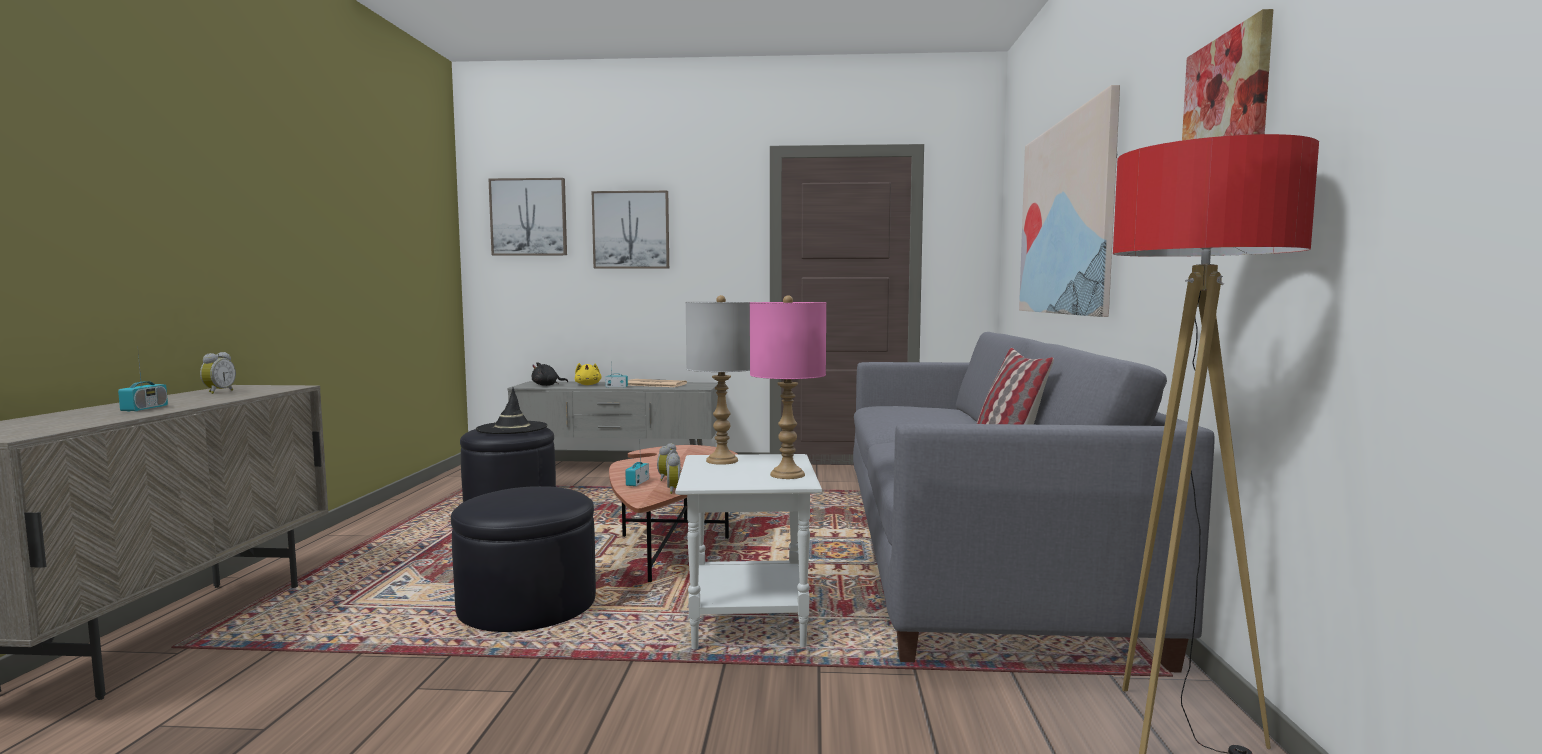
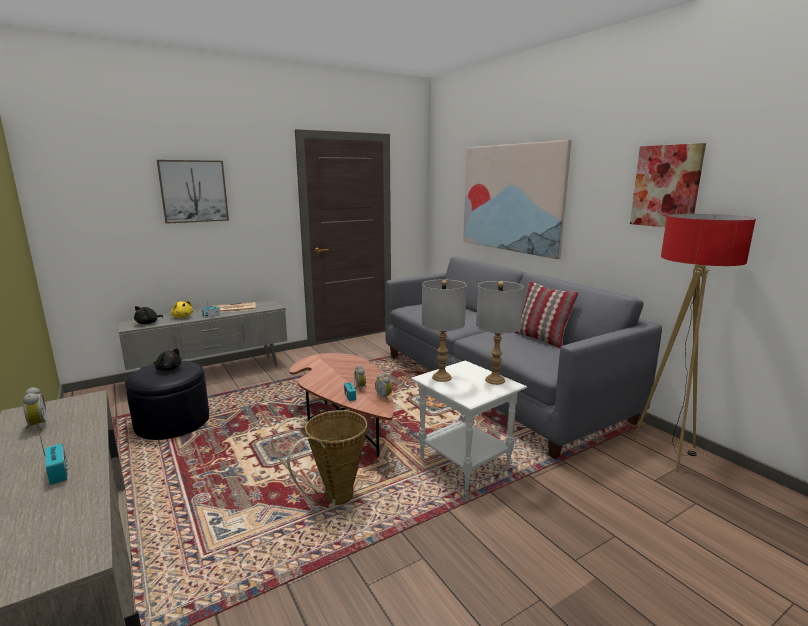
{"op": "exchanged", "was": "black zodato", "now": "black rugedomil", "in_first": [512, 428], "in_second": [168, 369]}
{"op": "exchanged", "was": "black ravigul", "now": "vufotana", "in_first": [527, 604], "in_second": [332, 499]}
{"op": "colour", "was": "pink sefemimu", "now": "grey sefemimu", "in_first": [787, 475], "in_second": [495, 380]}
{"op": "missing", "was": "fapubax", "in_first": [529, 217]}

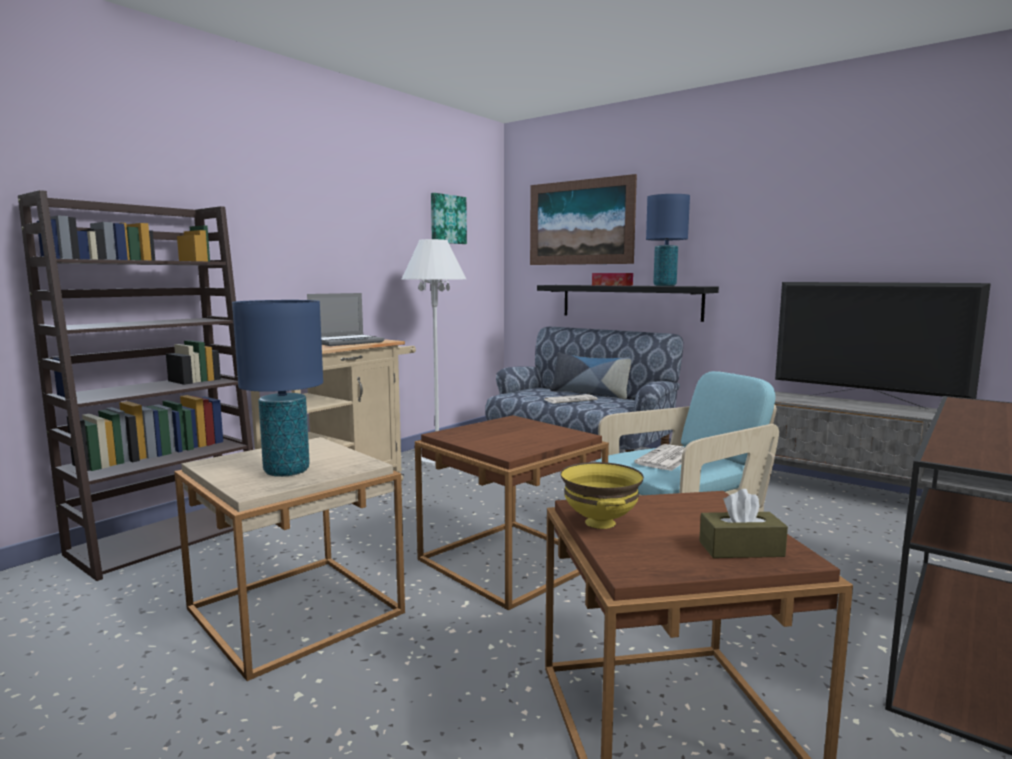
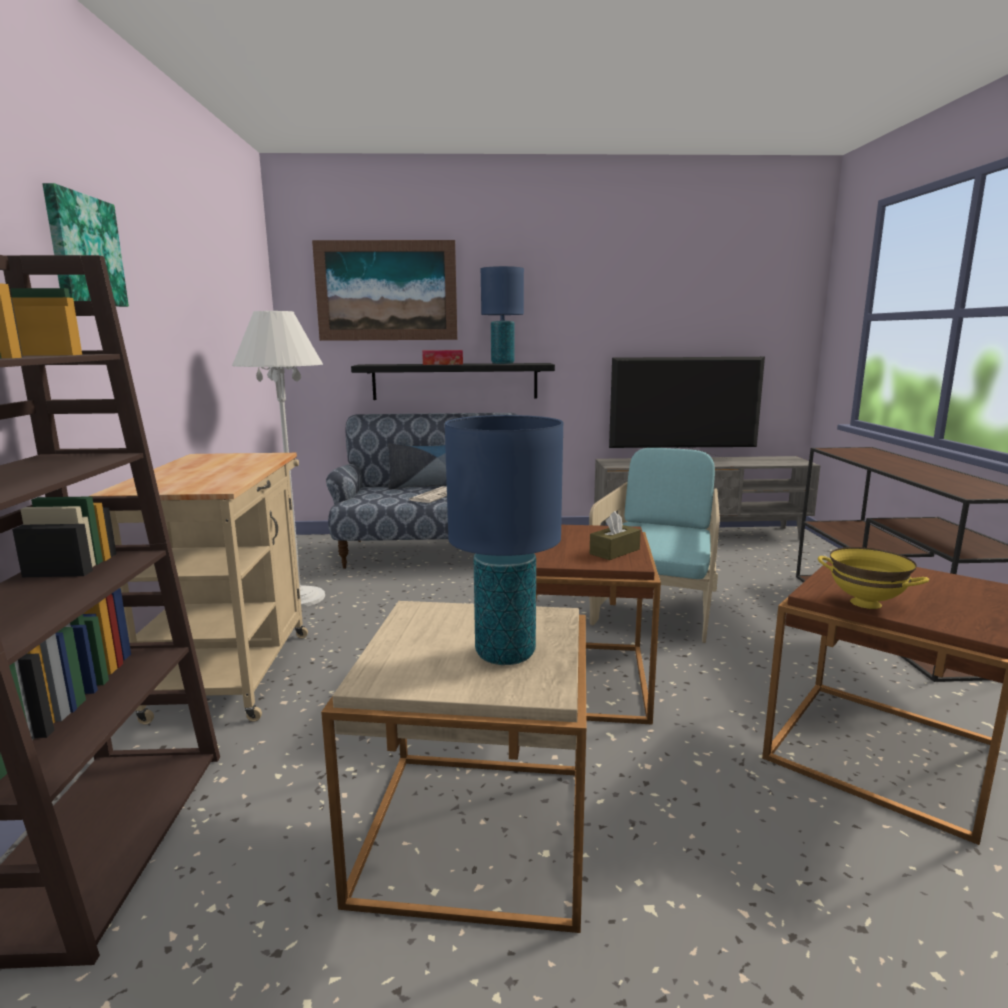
{"op": "relocated", "was": "fapubax", "in_first": [447, 219], "in_second": [83, 250]}
{"op": "relocated", "was": "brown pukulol", "in_first": [741, 549], "in_second": [614, 551]}
{"op": "missing", "was": "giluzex", "in_first": [347, 342]}
{"op": "missing", "was": "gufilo", "in_first": [666, 459]}

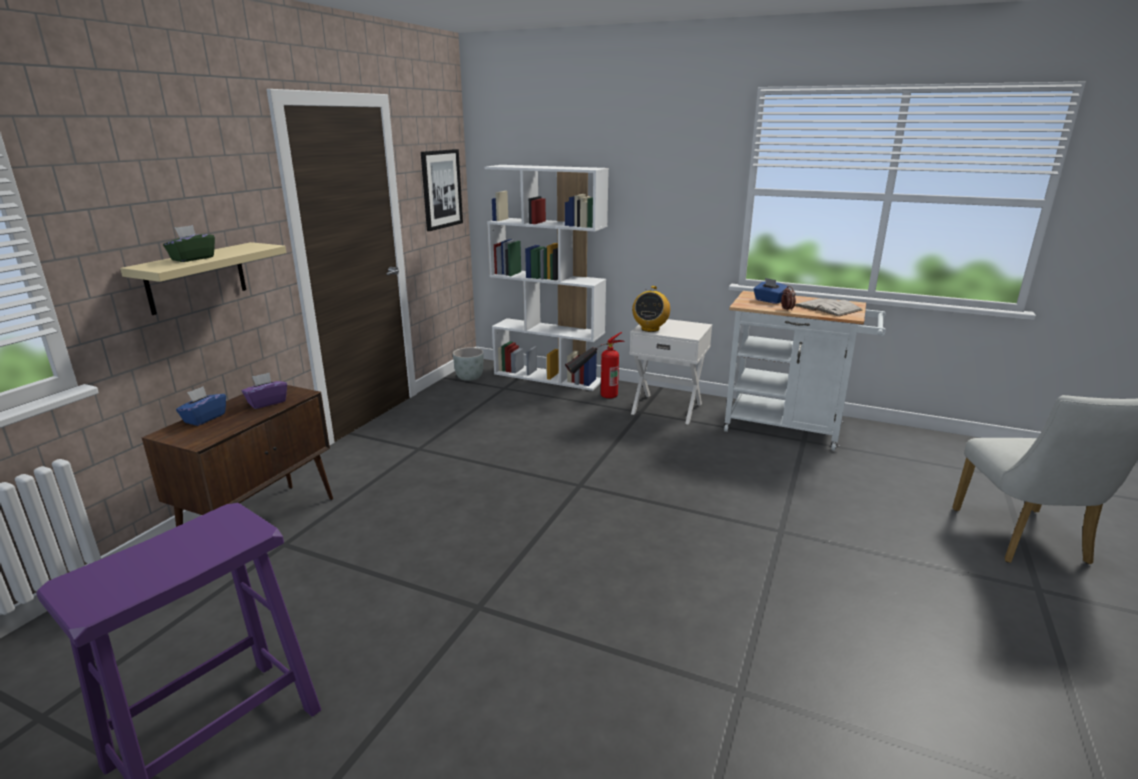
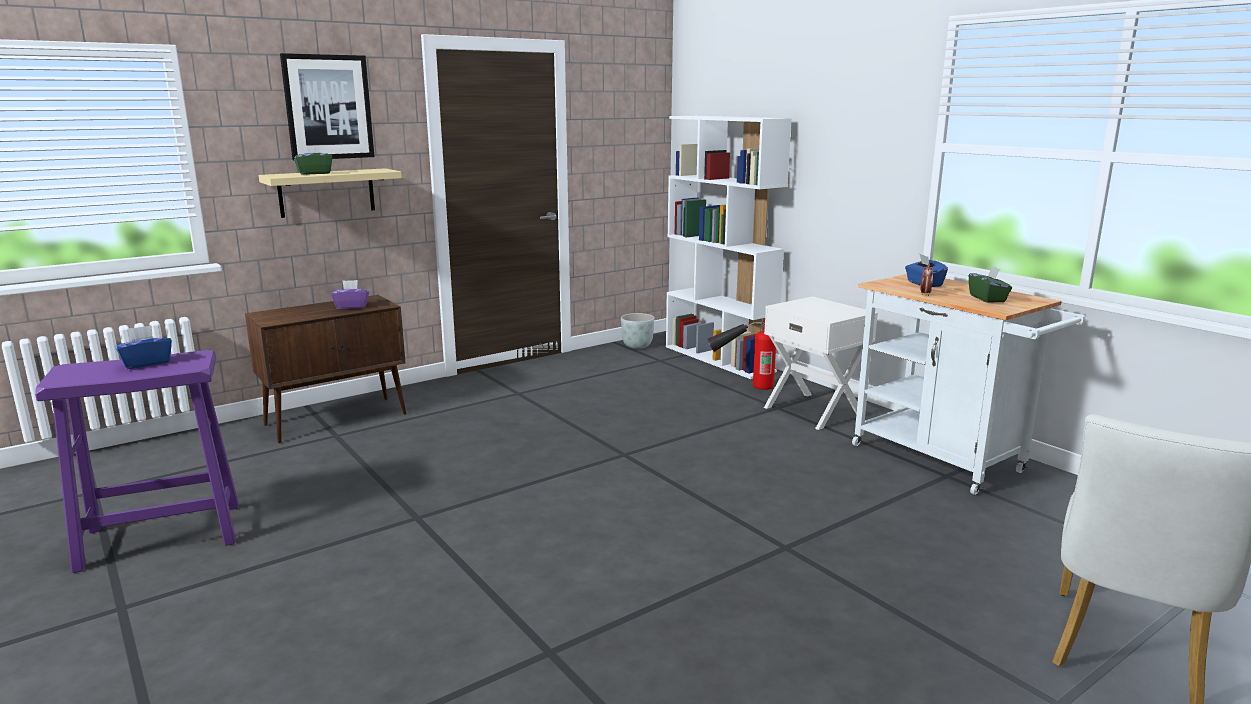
{"op": "relocated", "was": "blue pukulol", "in_first": [204, 418], "in_second": [146, 363]}
{"op": "relocated", "was": "fapubax", "in_first": [441, 189], "in_second": [328, 107]}
{"op": "exchanged", "was": "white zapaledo", "now": "green pukulol", "in_first": [827, 308], "in_second": [987, 299]}
{"op": "missing", "was": "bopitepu", "in_first": [650, 329]}

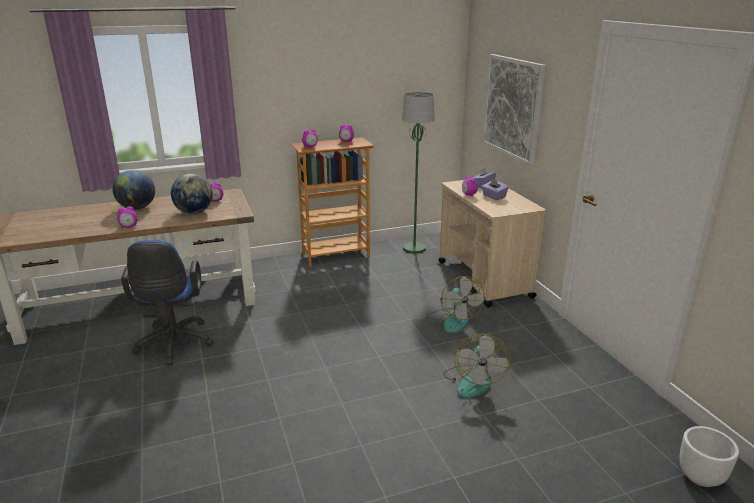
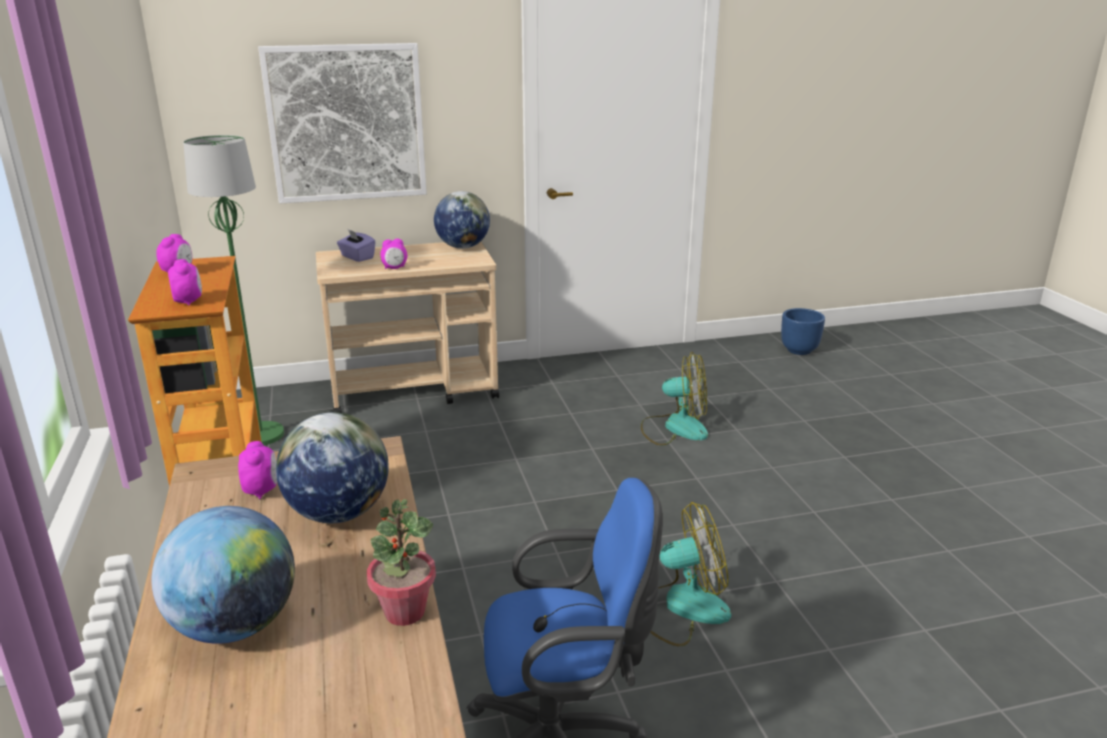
{"op": "exchanged", "was": "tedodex", "now": "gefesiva", "in_first": [129, 227], "in_second": [404, 612]}
{"op": "appeared", "now": "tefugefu", "in_second": [463, 247]}
{"op": "relocated", "was": "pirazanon", "in_first": [452, 320], "in_second": [681, 607]}
{"op": "colour", "was": "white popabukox", "now": "blue popabukox", "in_first": [701, 477], "in_second": [799, 350]}
{"op": "missing", "was": "purple pukulol", "in_first": [493, 196]}

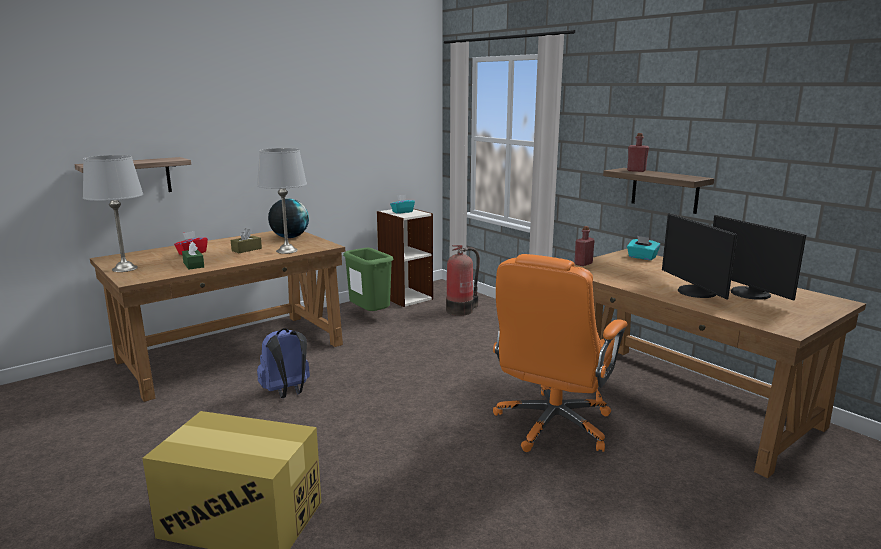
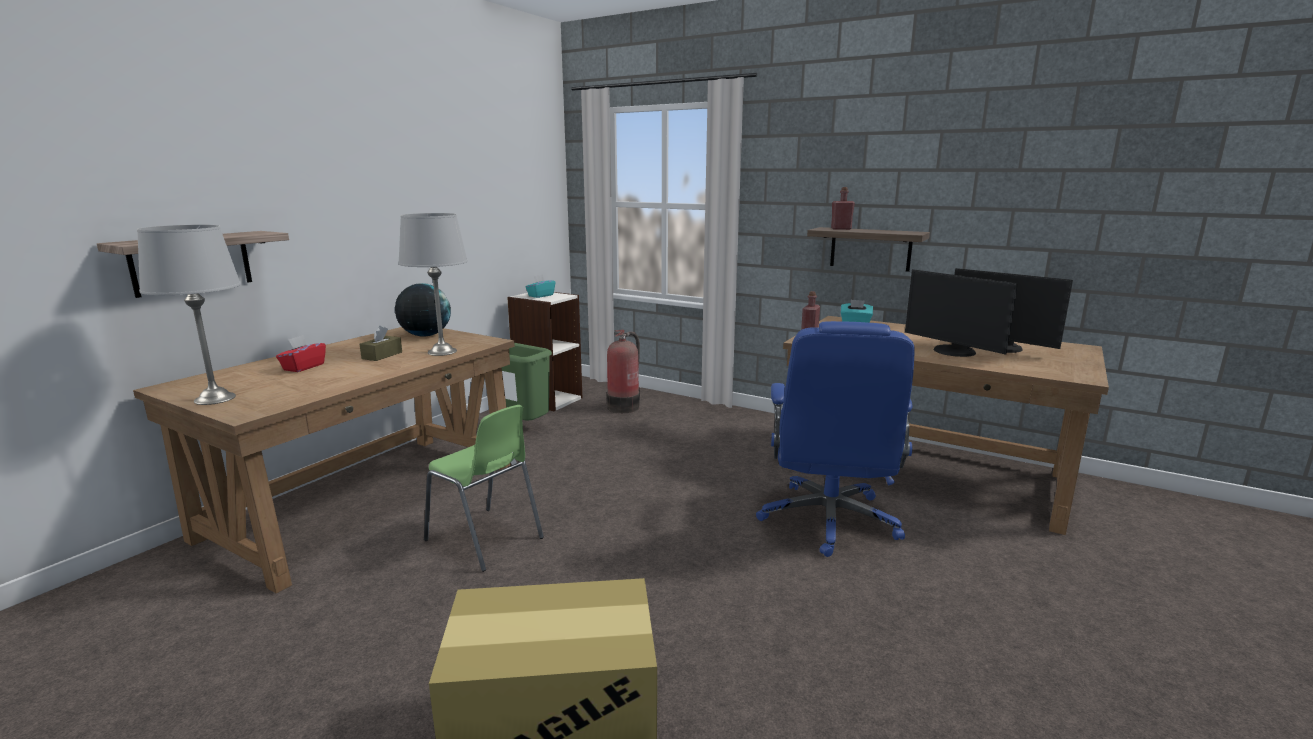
{"op": "exchanged", "was": "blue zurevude", "now": "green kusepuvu", "in_first": [287, 392], "in_second": [485, 539]}
{"op": "colour", "was": "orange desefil", "now": "blue desefil", "in_first": [552, 425], "in_second": [829, 521]}
{"op": "missing", "was": "green pukulol", "in_first": [193, 265]}

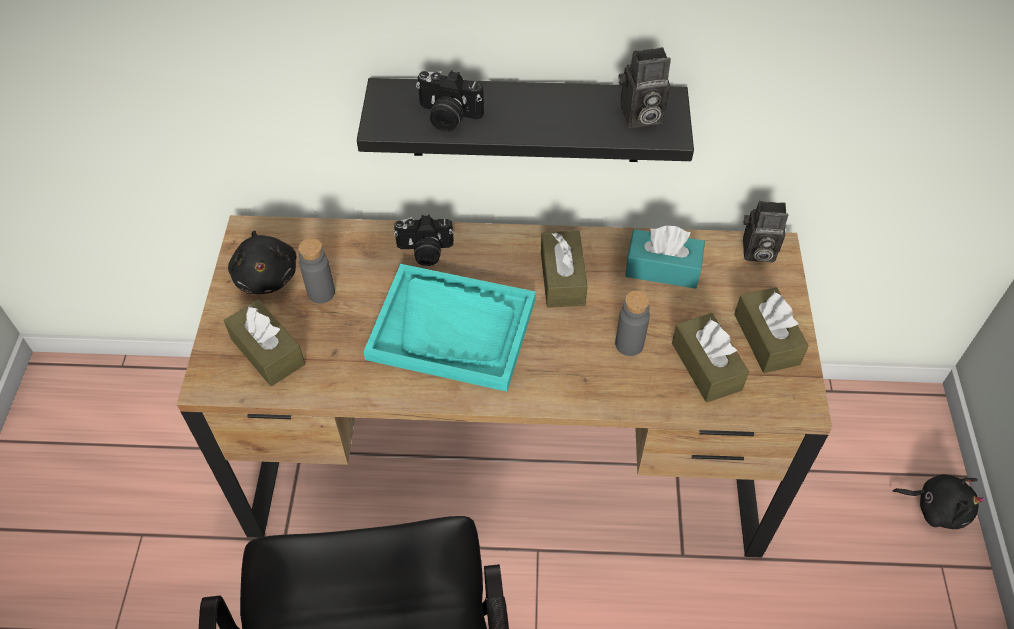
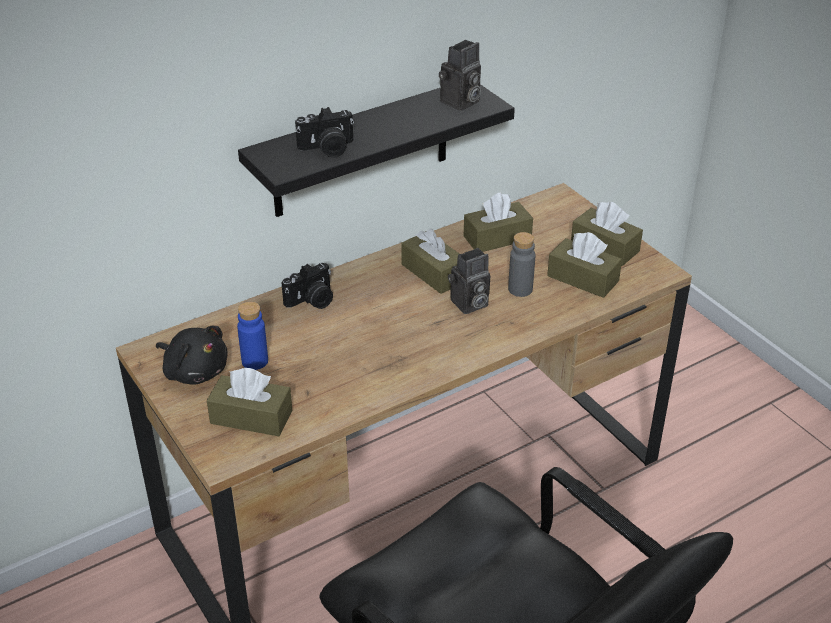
{"op": "colour", "was": "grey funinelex", "now": "blue funinelex", "in_first": [321, 292], "in_second": [255, 361]}
{"op": "relocated", "was": "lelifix", "in_first": [756, 252], "in_second": [469, 304]}
{"op": "colour", "was": "turquoise pukulol", "now": "brown pukulol", "in_first": [662, 268], "in_second": [497, 238]}
{"op": "missing", "was": "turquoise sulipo", "in_first": [452, 329]}
{"op": "missing", "was": "black rugedomil", "in_first": [936, 508]}

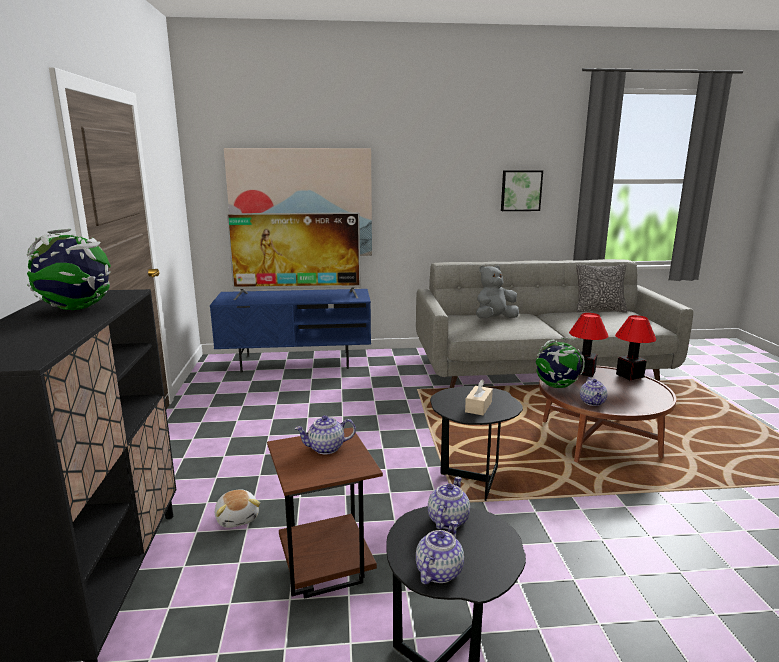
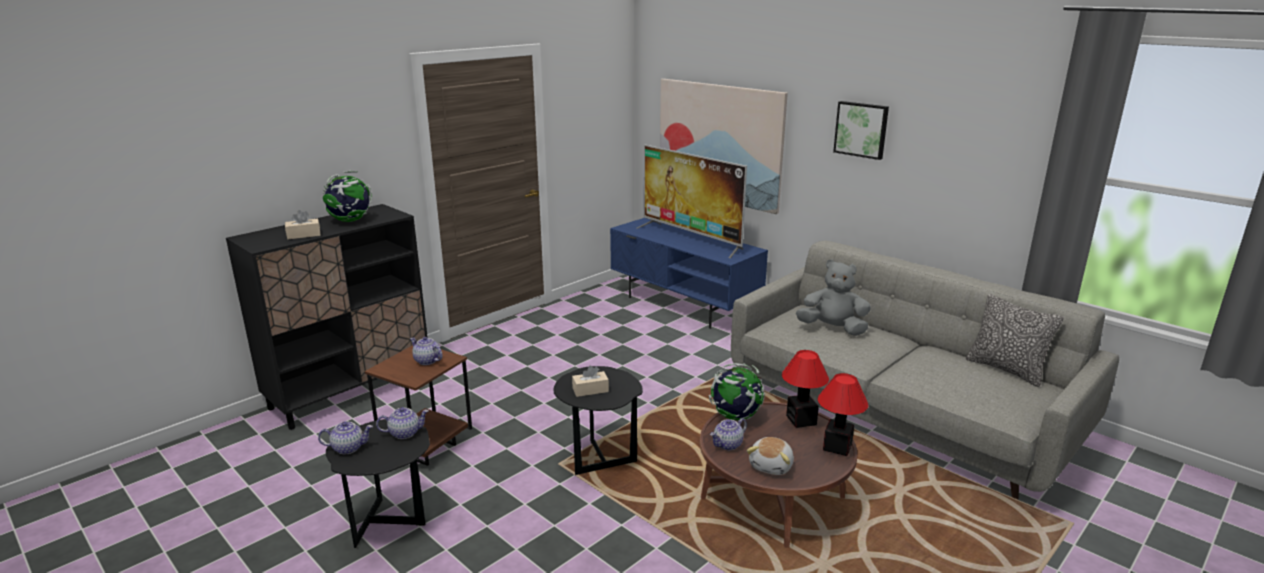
{"op": "appeared", "now": "beige pukulol", "in_second": [304, 235]}
{"op": "relocated", "was": "rugedomil", "in_first": [238, 518], "in_second": [772, 466]}
{"op": "relocated", "was": "fapubax", "in_first": [521, 190], "in_second": [861, 129]}

